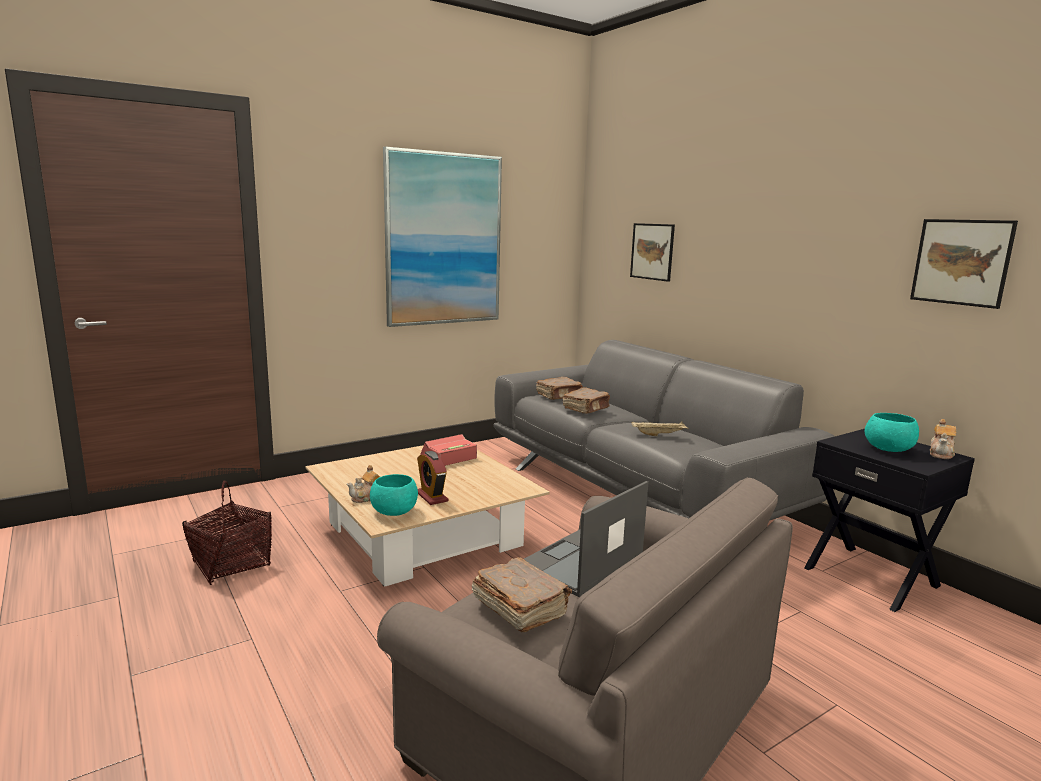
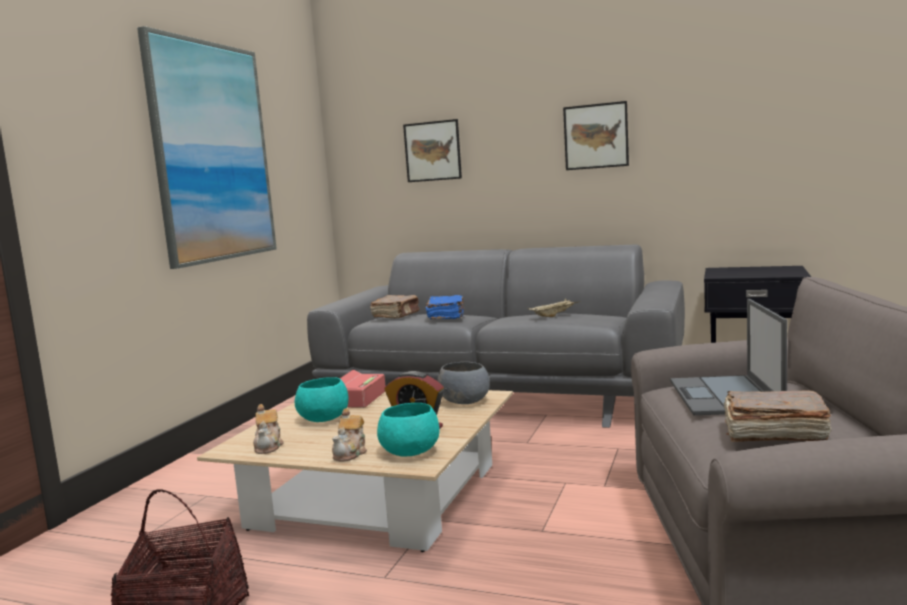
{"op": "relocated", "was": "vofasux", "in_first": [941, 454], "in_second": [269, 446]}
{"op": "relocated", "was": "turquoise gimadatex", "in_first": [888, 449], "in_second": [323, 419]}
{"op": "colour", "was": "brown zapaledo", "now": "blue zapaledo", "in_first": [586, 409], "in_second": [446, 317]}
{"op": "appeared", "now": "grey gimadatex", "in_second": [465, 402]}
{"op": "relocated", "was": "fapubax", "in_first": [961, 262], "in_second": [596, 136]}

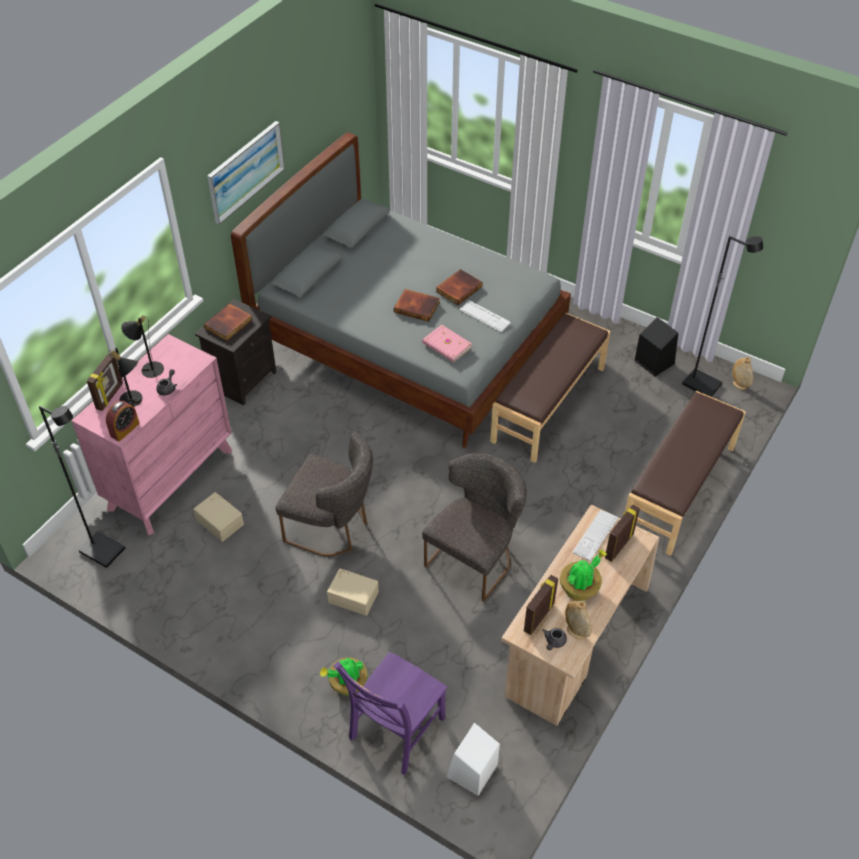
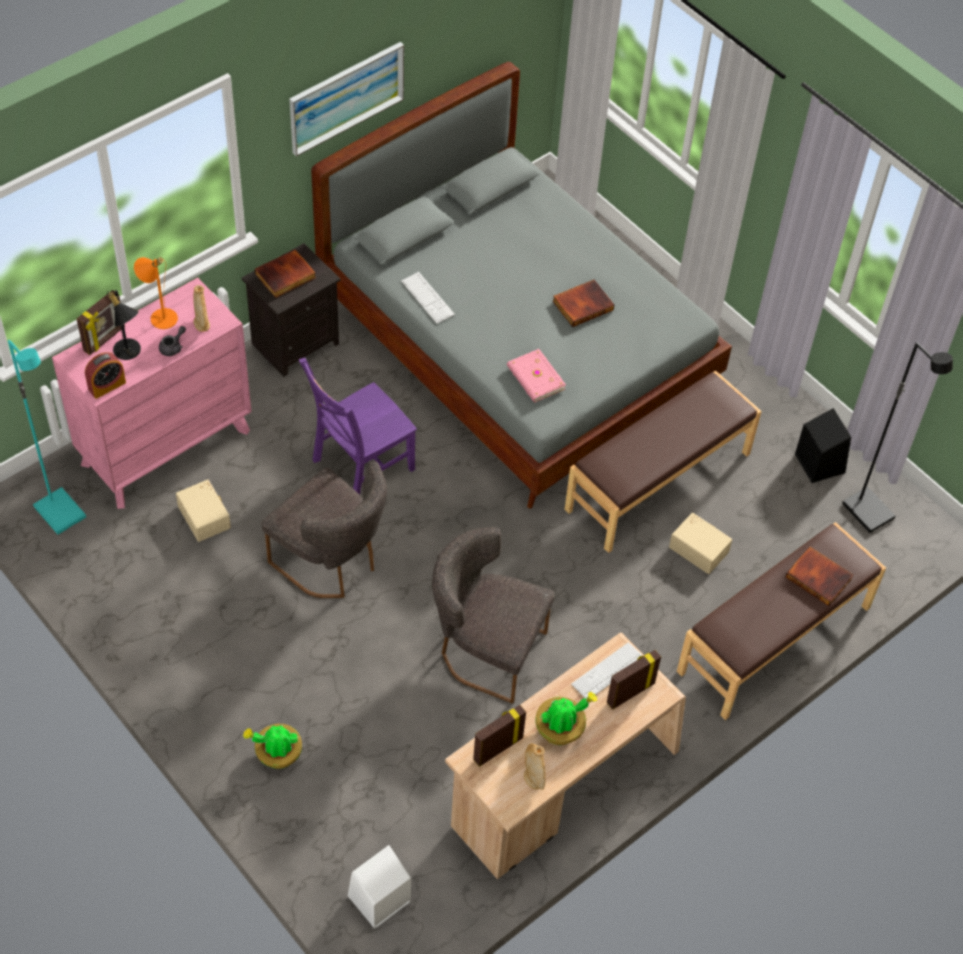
{"op": "colour", "was": "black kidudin", "now": "turquoise kidudin", "in_first": [103, 550], "in_second": [61, 512]}
{"op": "colour", "was": "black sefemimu", "now": "orange sefemimu", "in_first": [148, 368], "in_second": [160, 316]}
{"op": "relocated", "was": "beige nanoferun", "in_first": [739, 385], "in_second": [201, 324]}
{"op": "relocated", "was": "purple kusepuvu", "in_first": [394, 731], "in_second": [359, 467]}
{"op": "relocated", "was": "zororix", "in_first": [484, 316], "in_second": [427, 298]}
{"op": "spun", "was": "grey kusepuvu", "in_first": [475, 557], "in_second": [485, 650], "clockwise": -120}
{"op": "relocated", "was": "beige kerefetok", "in_first": [353, 596], "in_second": [699, 548]}
{"op": "relocated", "was": "zapaledo", "in_first": [417, 306], "in_second": [819, 577]}
{"op": "missing", "was": "grey vofasux", "in_first": [553, 642]}

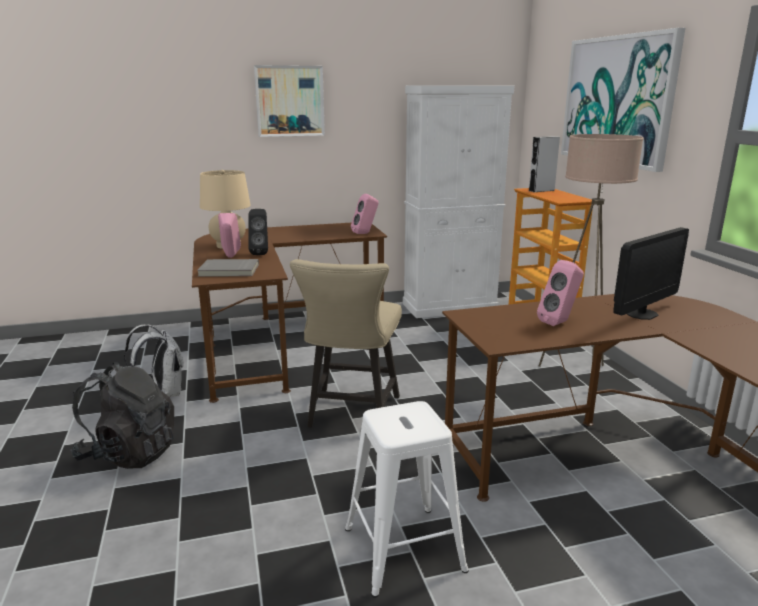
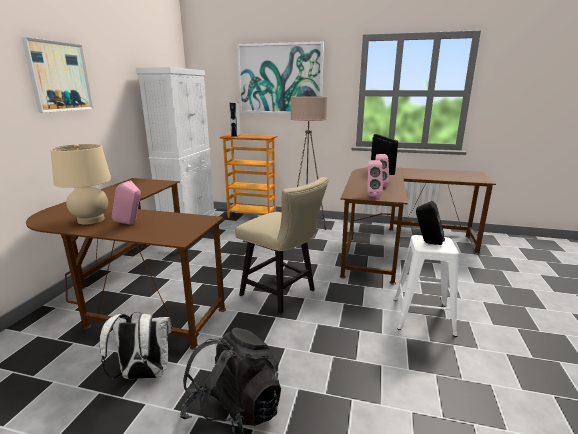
{"op": "relocated", "was": "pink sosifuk", "in_first": [365, 233], "in_second": [372, 195]}
{"op": "relocated", "was": "black sosifuk", "in_first": [260, 253], "in_second": [427, 243]}
{"op": "missing", "was": "grey zapaledo", "in_first": [229, 270]}

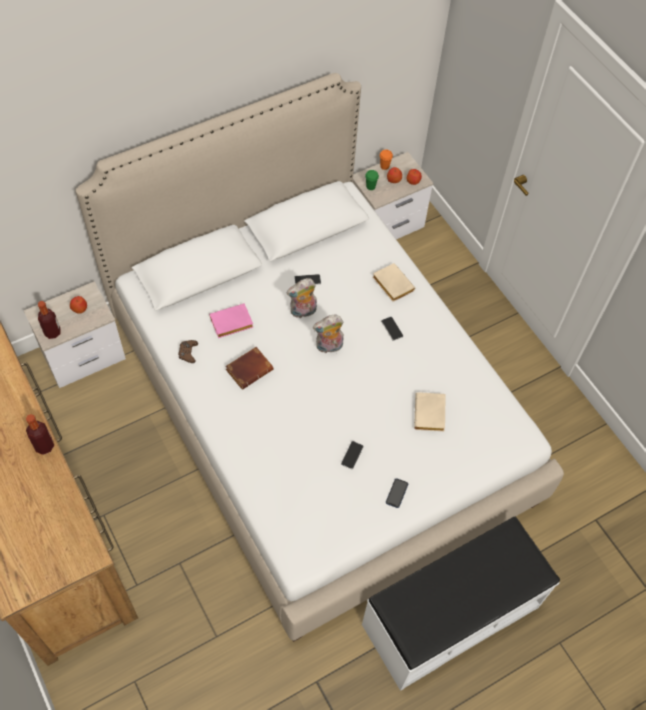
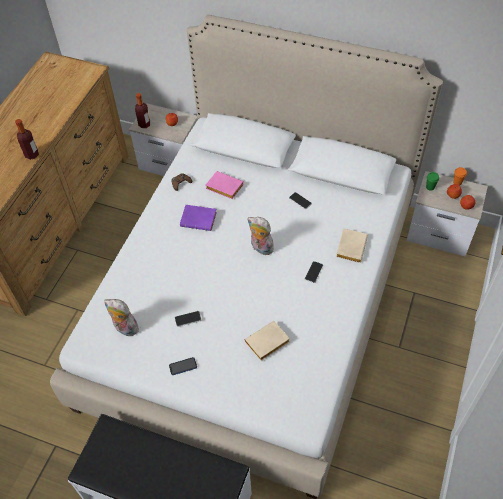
{"op": "relocated", "was": "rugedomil", "in_first": [303, 312], "in_second": [124, 328]}
{"op": "colour", "was": "brown zapaledo", "now": "purple zapaledo", "in_first": [249, 369], "in_second": [200, 219]}

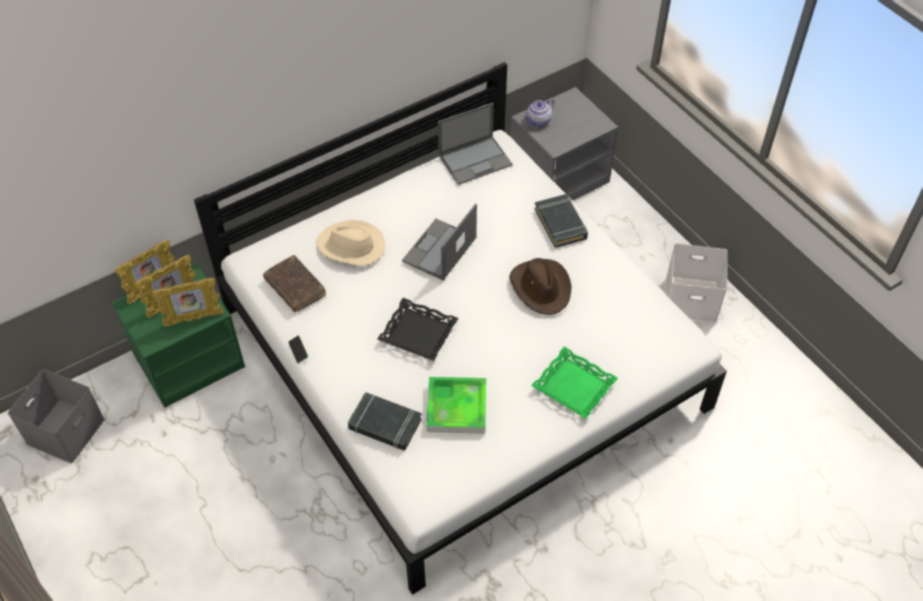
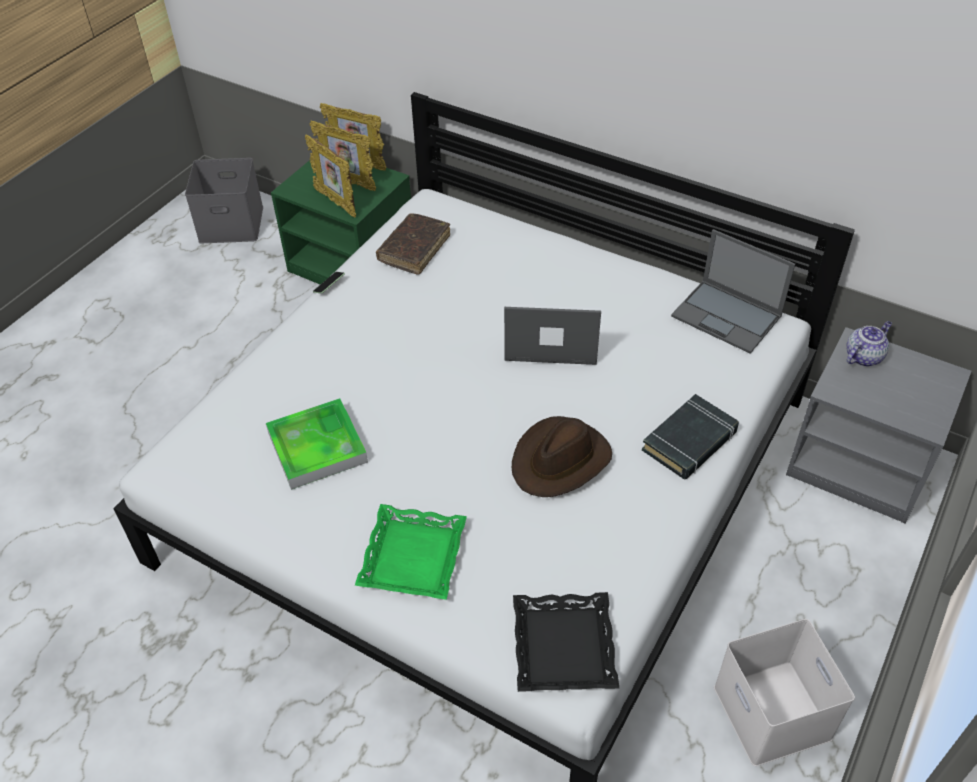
{"op": "relocated", "was": "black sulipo", "in_first": [417, 334], "in_second": [562, 647]}
{"op": "spun", "was": "vofasux", "in_first": [538, 121], "in_second": [863, 356], "clockwise": 120}
{"op": "missing", "was": "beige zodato", "in_first": [351, 247]}
{"op": "missing", "was": "black zapaledo", "in_first": [384, 424]}

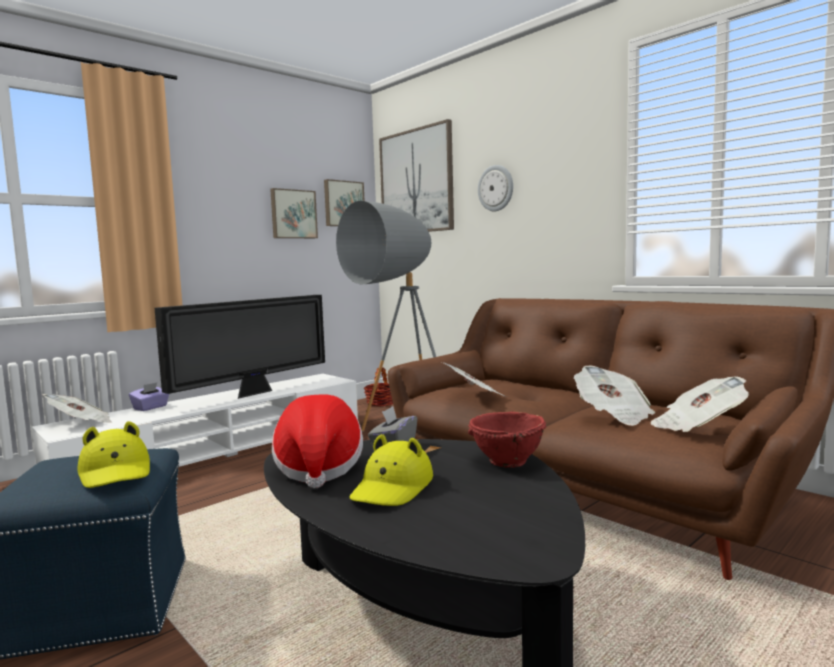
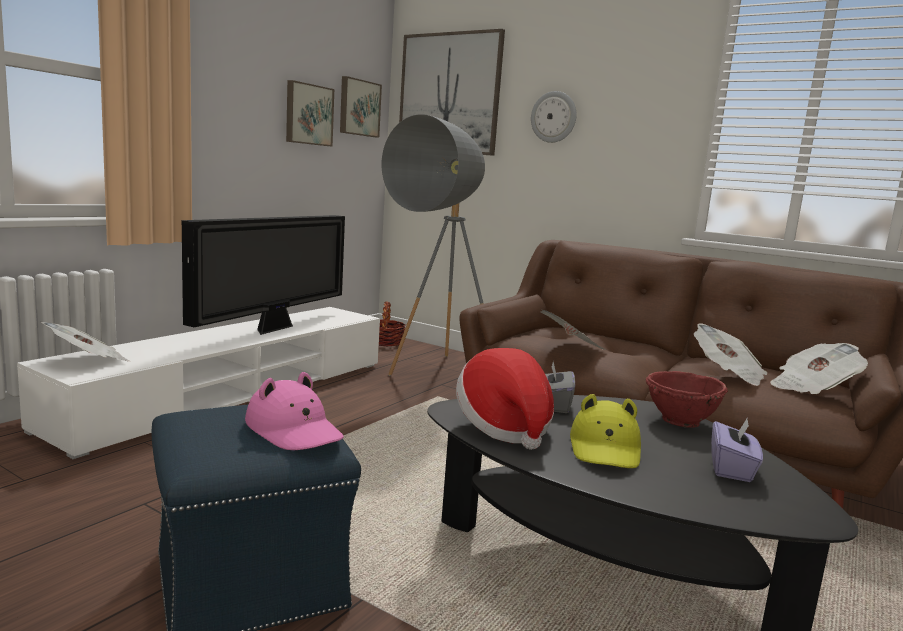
{"op": "colour", "was": "yellow zodato", "now": "pink zodato", "in_first": [116, 472], "in_second": [294, 430]}
{"op": "relocated", "was": "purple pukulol", "in_first": [150, 407], "in_second": [731, 469]}

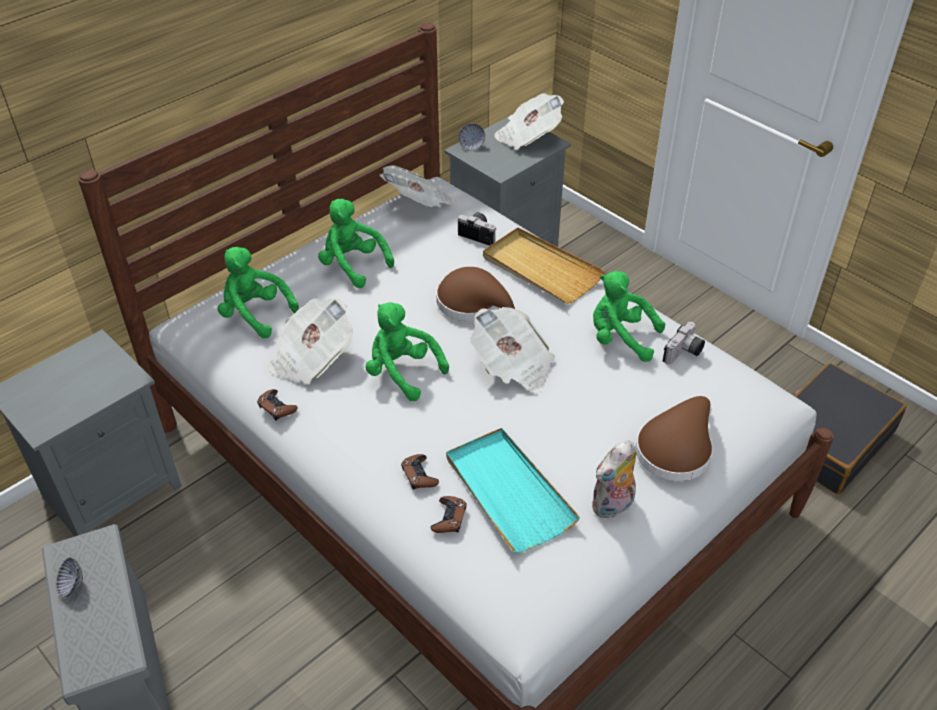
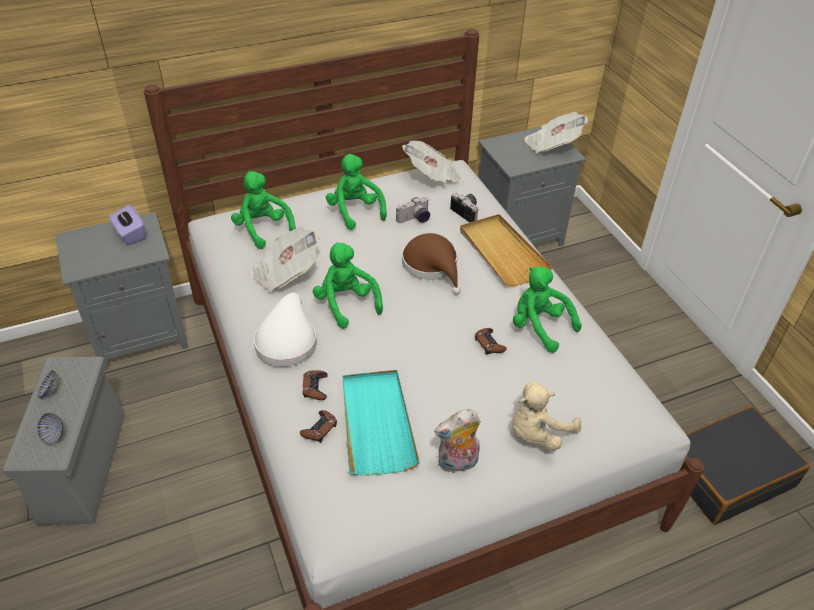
{"op": "relocated", "was": "gimadatex", "in_first": [471, 146], "in_second": [53, 435]}
{"op": "appeared", "now": "purple pukulol", "in_second": [130, 234]}
{"op": "appeared", "now": "white zodato", "in_second": [287, 340]}
{"op": "relocated", "was": "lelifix", "in_first": [684, 354], "in_second": [415, 219]}
{"op": "relocated", "was": "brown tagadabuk", "in_first": [277, 407], "in_second": [489, 344]}
{"op": "exchanged", "was": "brown zodato", "now": "beige rugedomil", "in_first": [676, 448], "in_second": [537, 432]}
{"op": "missing", "was": "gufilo", "in_first": [513, 366]}

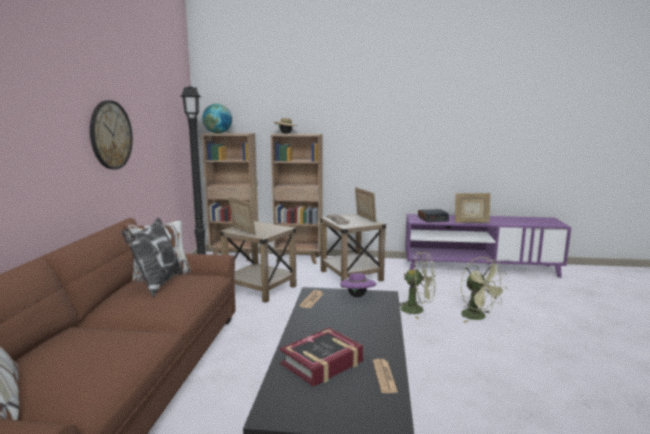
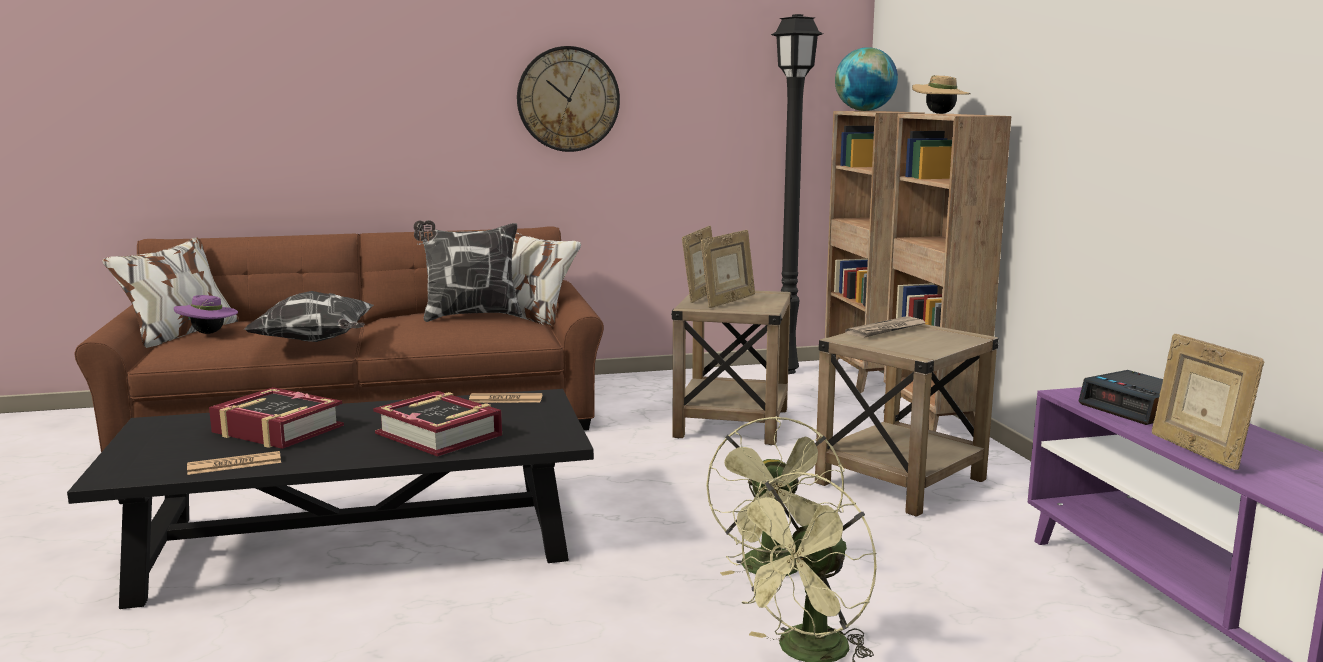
{"op": "relocated", "was": "purple zodato", "in_first": [357, 296], "in_second": [208, 333]}
{"op": "appeared", "now": "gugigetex", "in_second": [317, 342]}
{"op": "appeared", "now": "zapaledo", "in_second": [439, 434]}
{"op": "relocated", "was": "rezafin", "in_first": [365, 219], "in_second": [728, 302]}

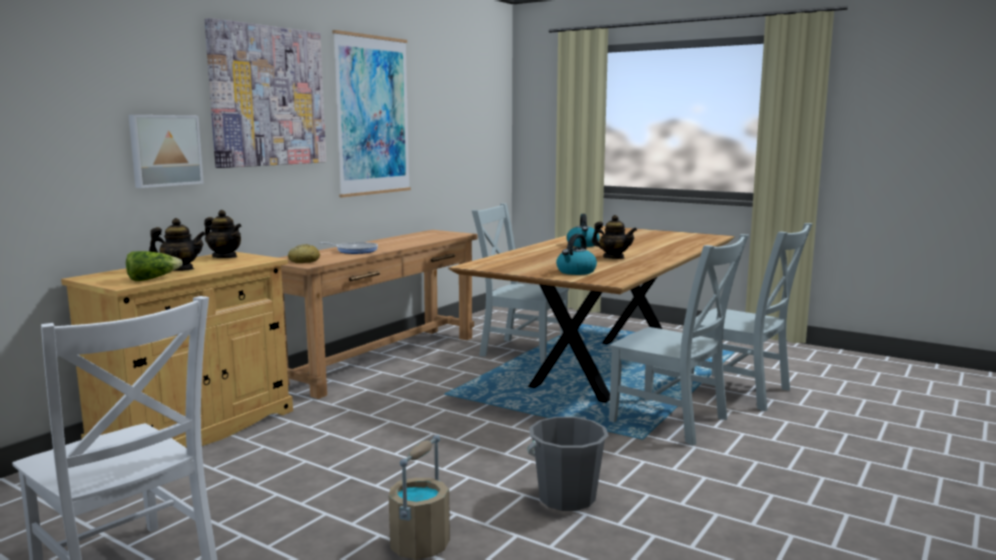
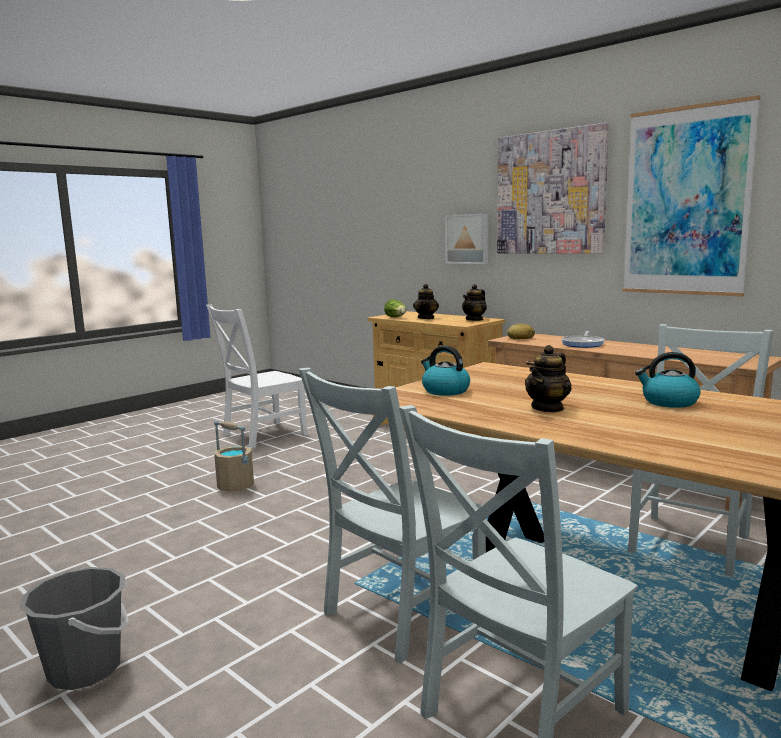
{"op": "relocated", "was": "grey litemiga", "in_first": [566, 498], "in_second": [85, 669]}

